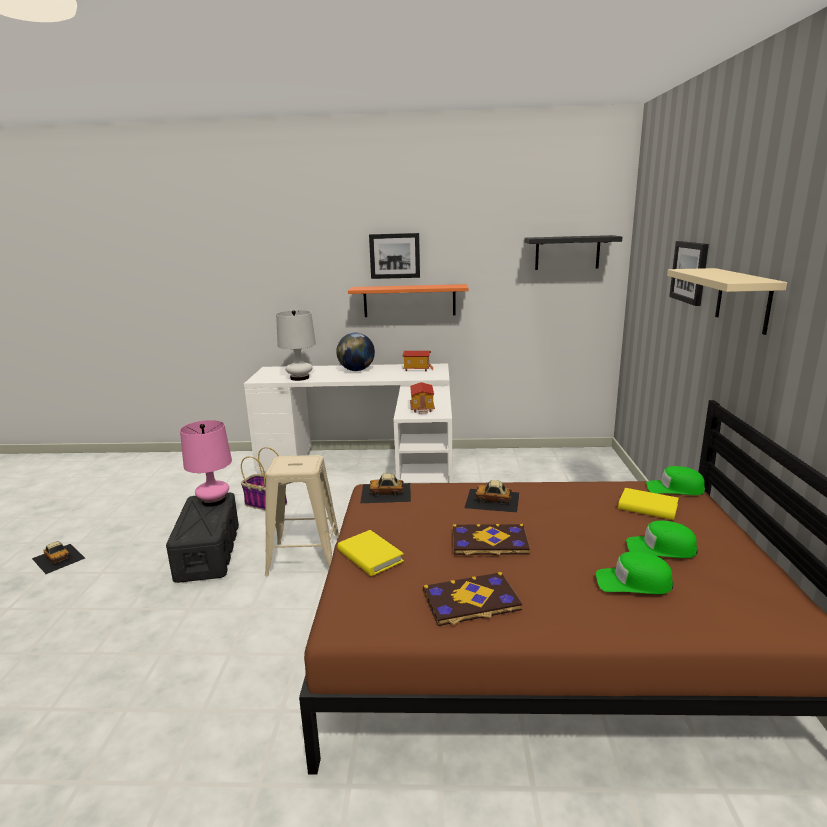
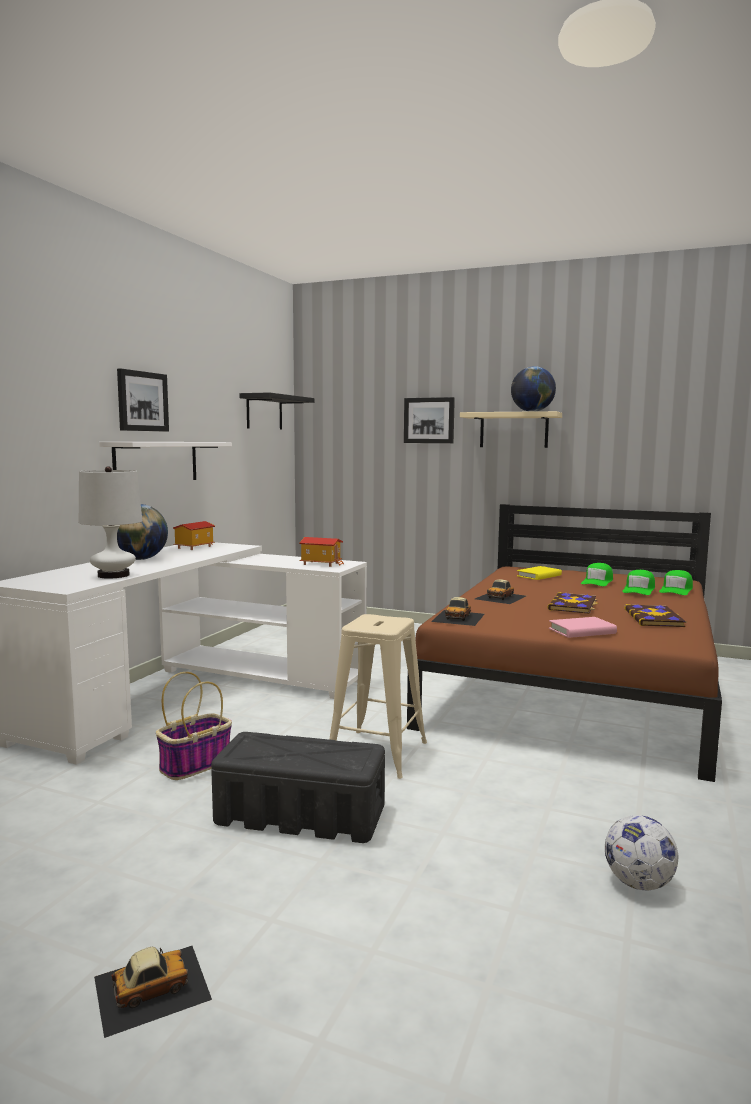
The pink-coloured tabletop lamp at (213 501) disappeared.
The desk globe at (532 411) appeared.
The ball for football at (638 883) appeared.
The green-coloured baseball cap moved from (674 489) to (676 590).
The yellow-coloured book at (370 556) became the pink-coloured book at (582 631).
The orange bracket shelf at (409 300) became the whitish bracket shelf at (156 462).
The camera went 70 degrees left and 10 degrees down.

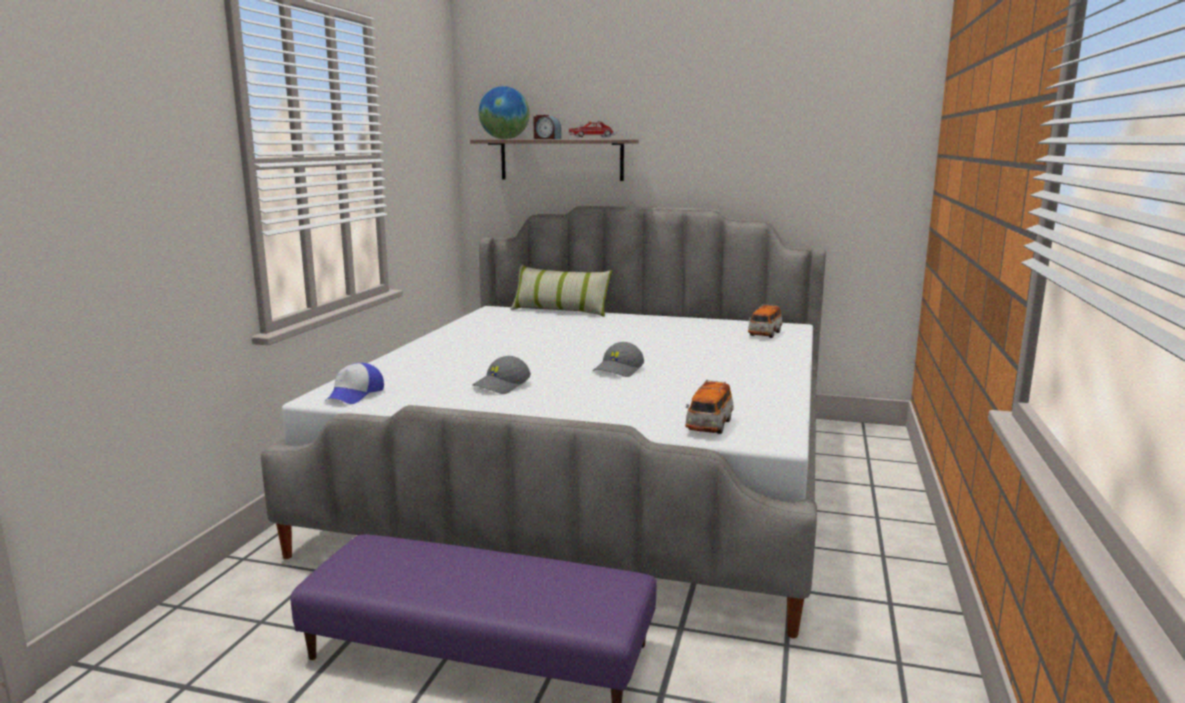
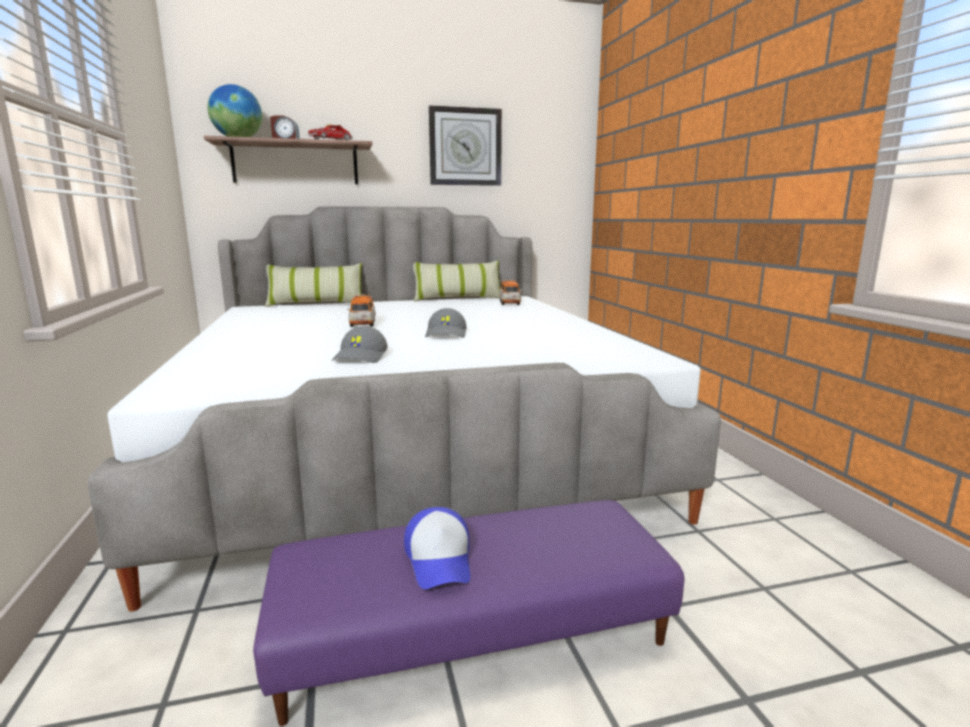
The cushion at (457 299) appeared.
The clock on the wall at (465 147) appeared.
The baseball cap moved from (355 394) to (440 559).
The model car moved from (709 426) to (362 324).
The camera went 30 degrees left and 0 degrees up.

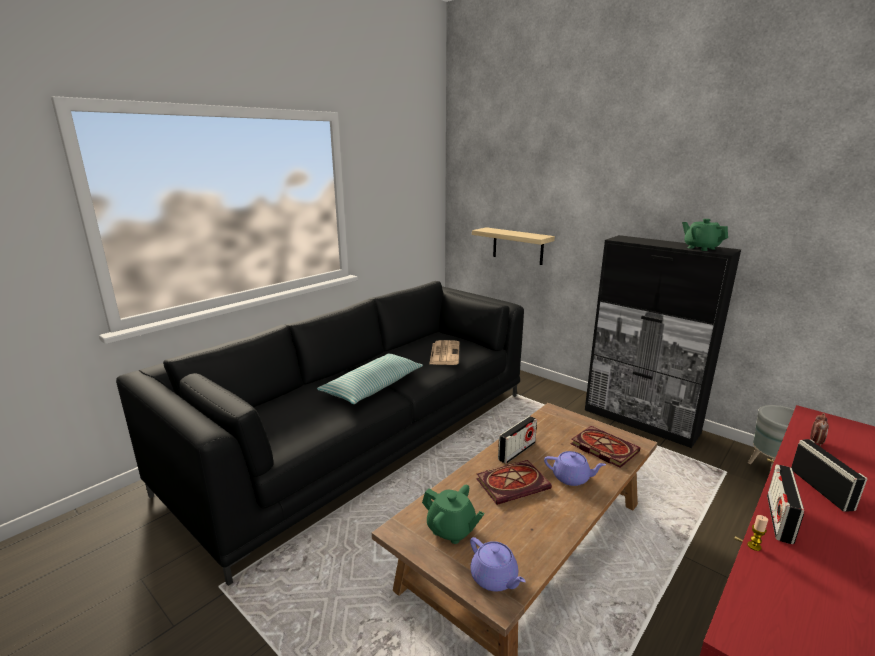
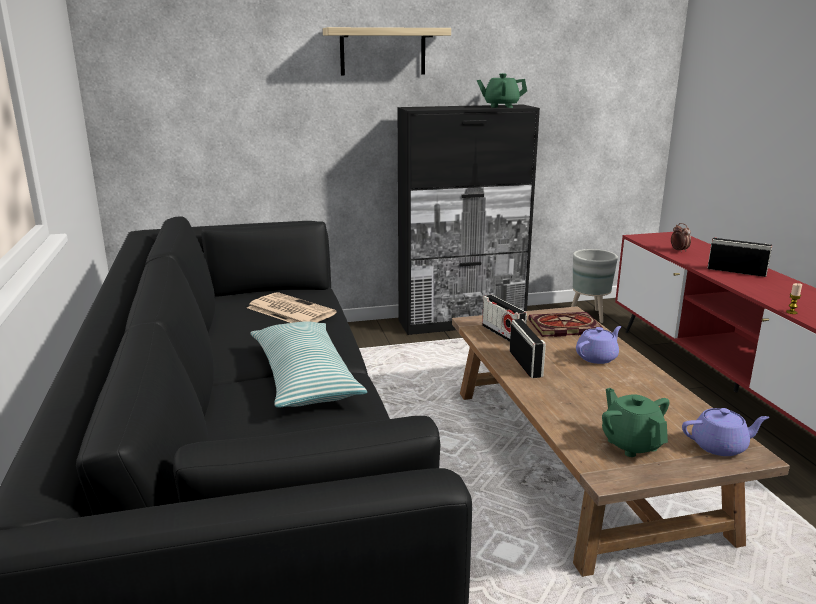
The book at (513 483) disappeared.
The bracket shelf moved from (517 246) to (383 51).
The radio receiver moved from (779 518) to (503 334).
The green-coloured teapot at (451 530) turned 90 degrees counterclockwise.
The camera went 55 degrees left and 0 degrees up.

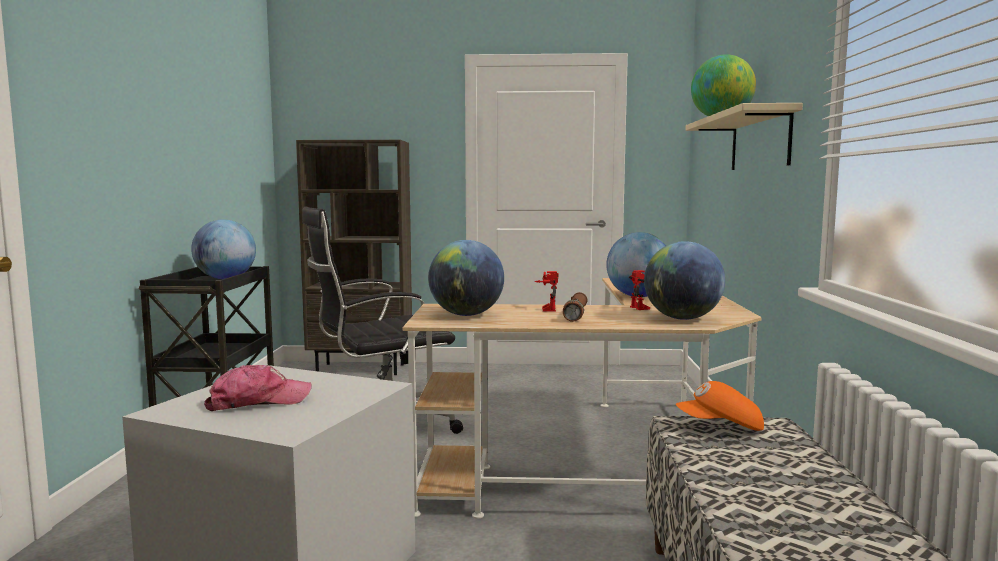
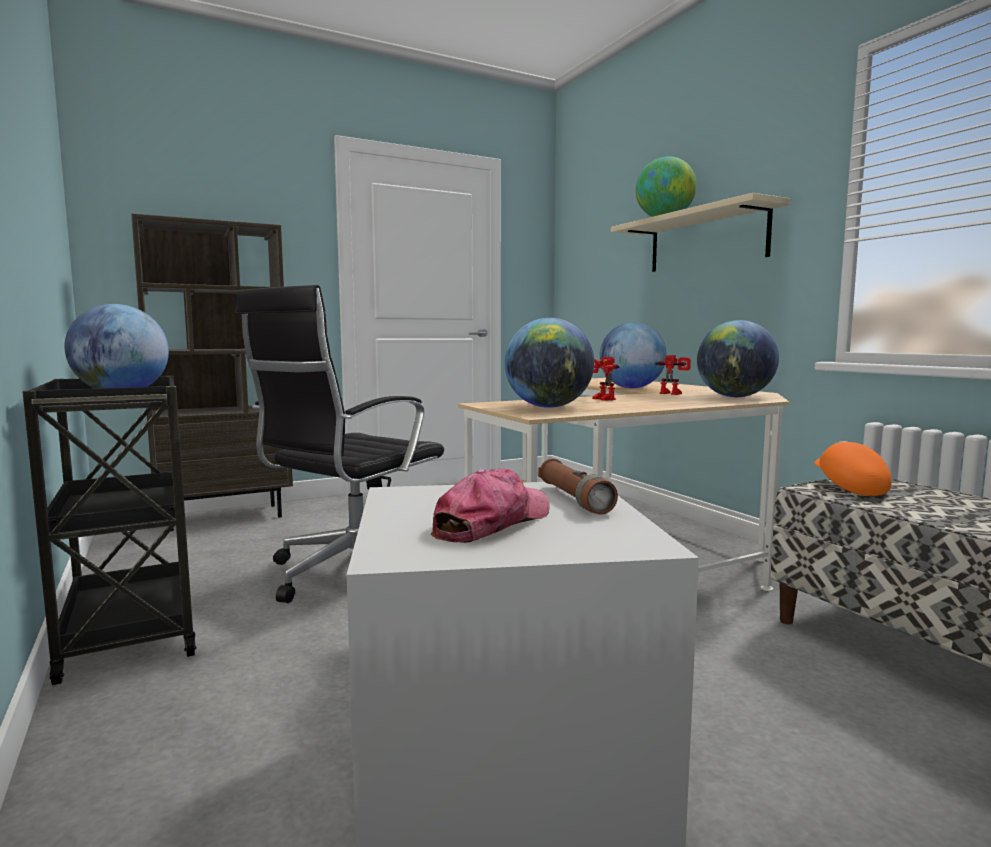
The brownish torch moved from (576 315) to (574 499).
The orange baseball cap at (720 427) turned 120 degrees clockwise.
The camera went 30 degrees left and 0 degrees up.

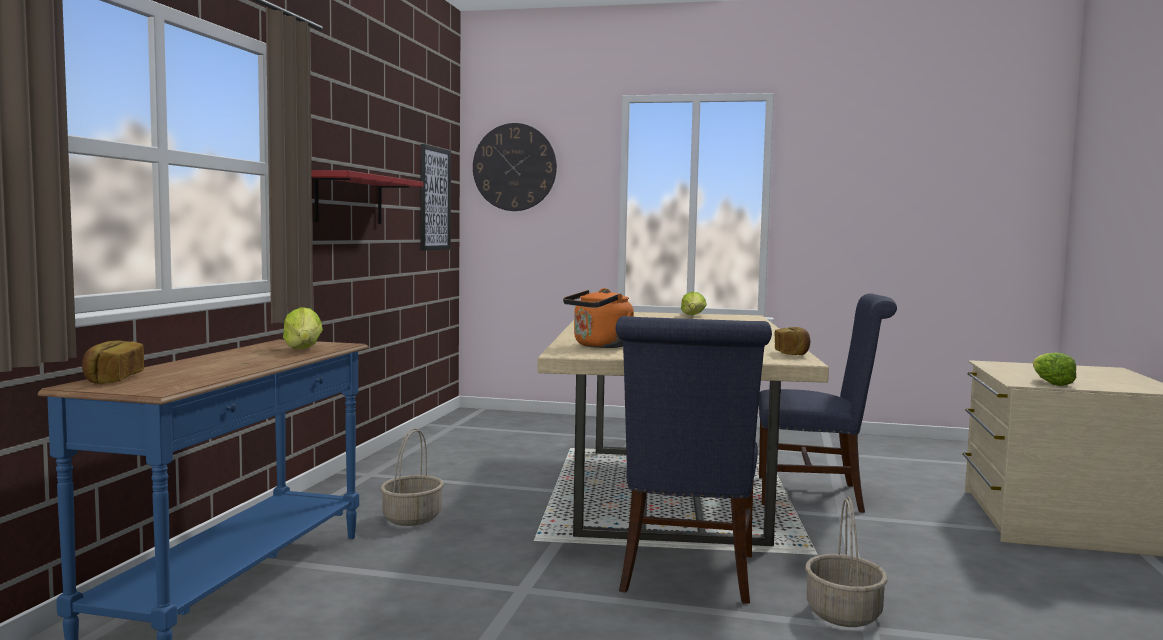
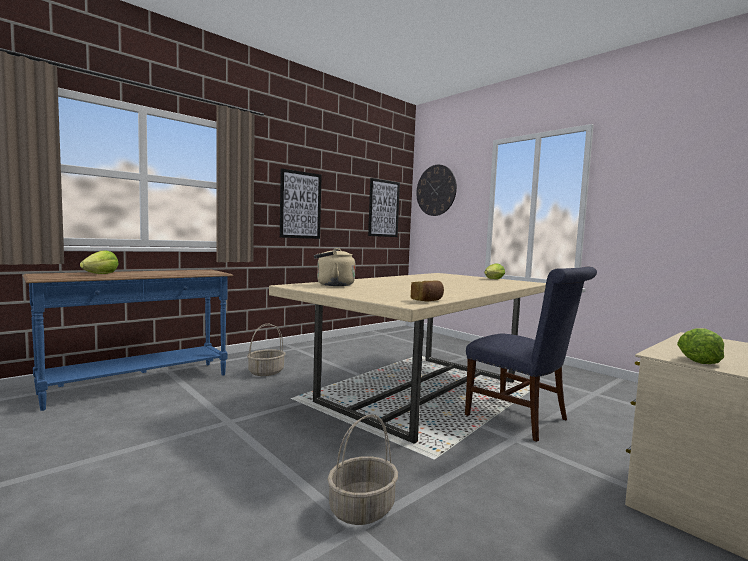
The bread at (112 379) disappeared.
The bluish upright chair at (687 576) disappeared.
The lettuce head moved from (303 349) to (101 274).
The red-coloured bracket shelf at (349 199) was replaced by the picture at (300 205).
The orange tea kettle at (600 346) became the sand-coloured tea kettle at (332 285).
The camera went 35 degrees right and 0 degrees up.

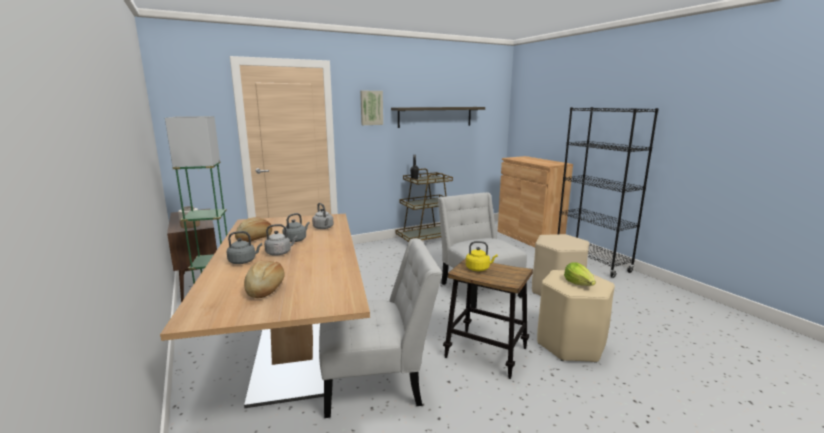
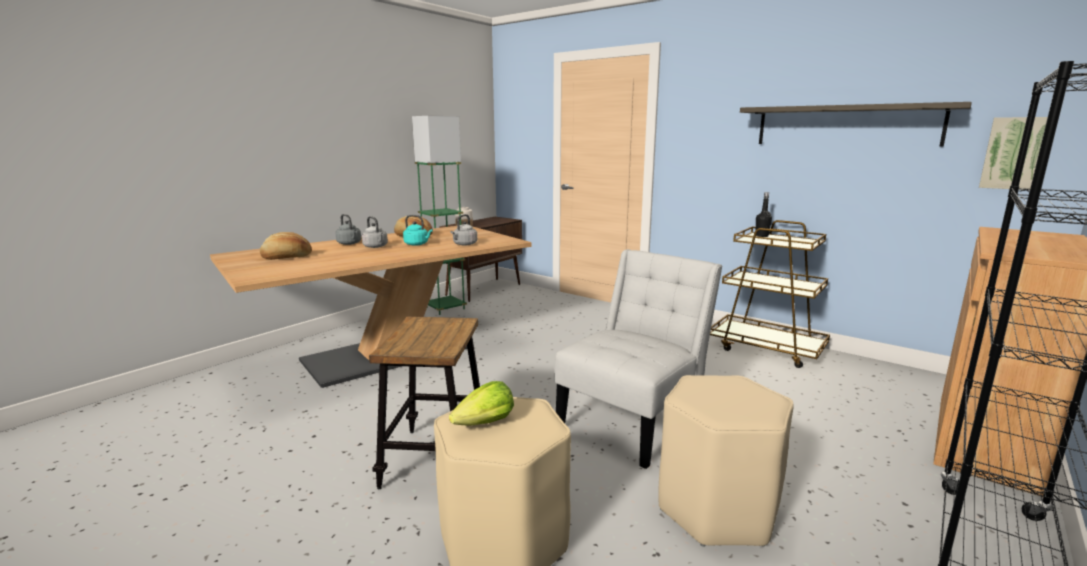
The whitish upright chair at (378 381) disappeared.
The yellow-coloured tea kettle at (479 269) disappeared.
The picture moved from (371 108) to (1016 153).
The gray tea kettle at (296 240) became the blue-green tea kettle at (417 244).
The camera went 65 degrees right and 0 degrees up.

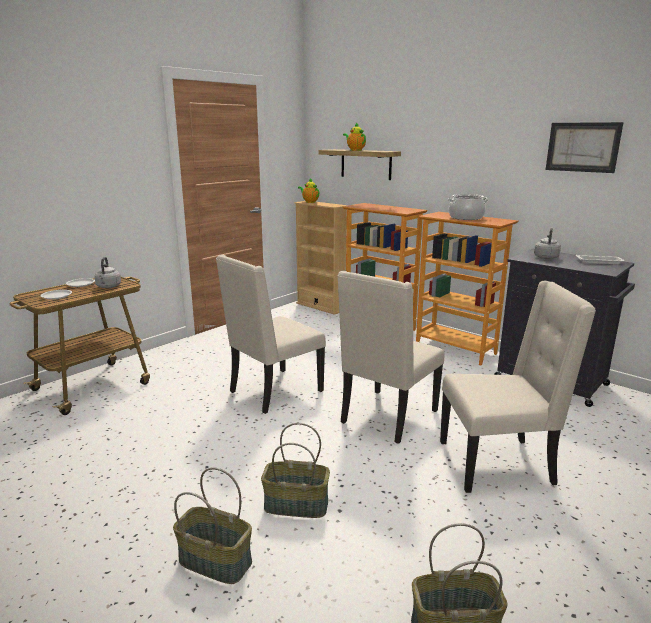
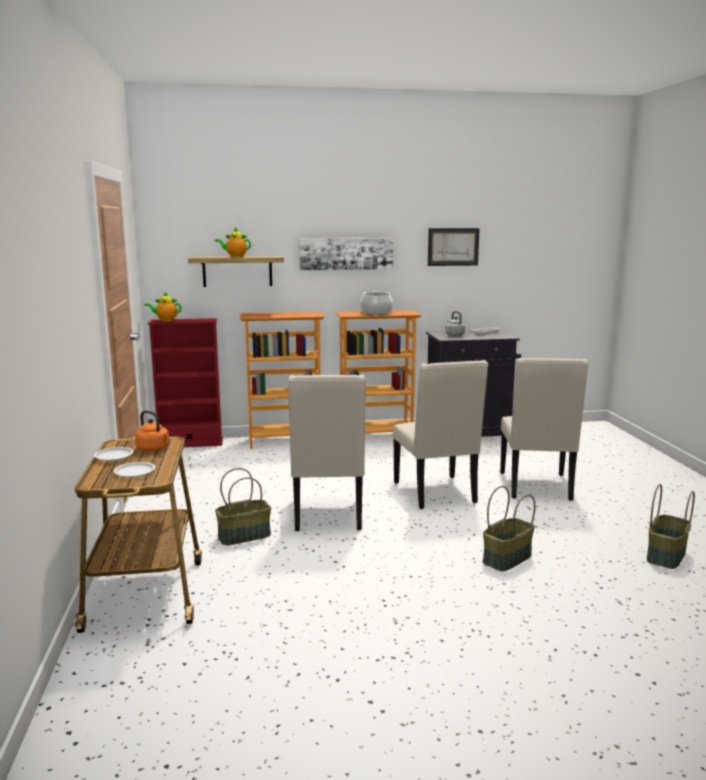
The picture at (346 253) appeared.
The storage basket moved from (216 561) to (244 535).
The gray tea kettle at (108 287) became the orange tea kettle at (154 449).
The sand-coloured shelving unit at (320 306) became the red-coloured shelving unit at (190 443).
The sand-coloured upright chair at (498 463) turned 150 degrees clockwise.
The camera went 50 degrees left and 5 degrees down.

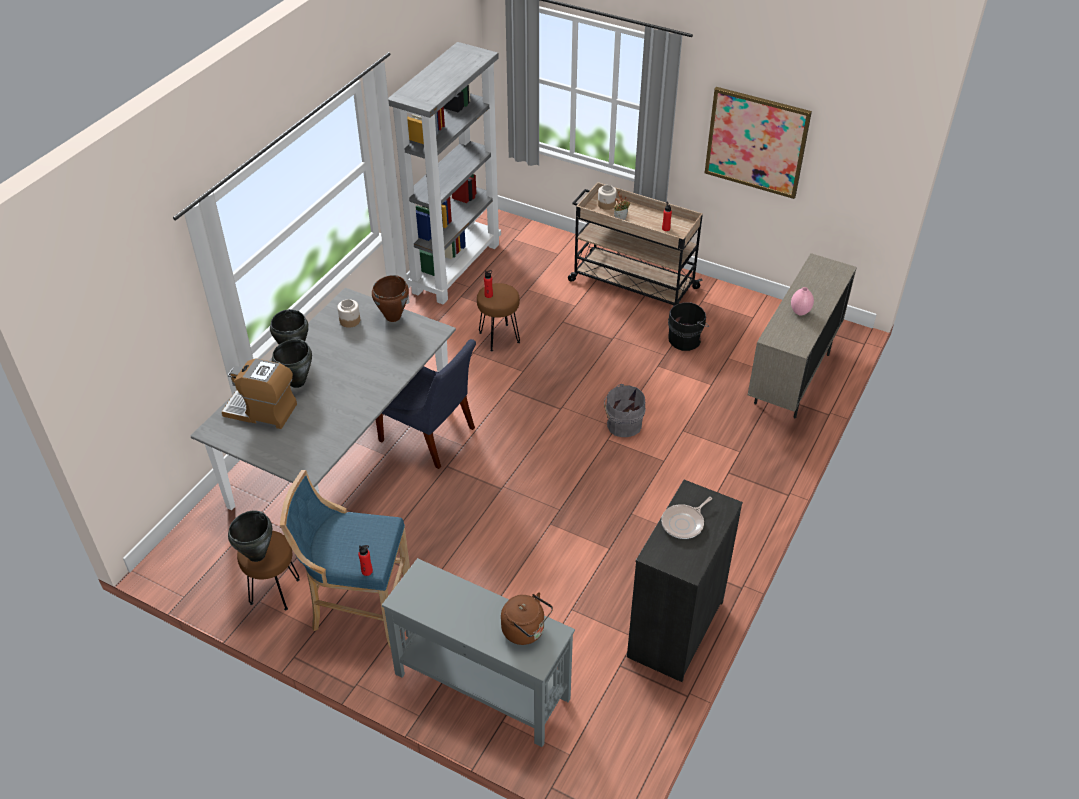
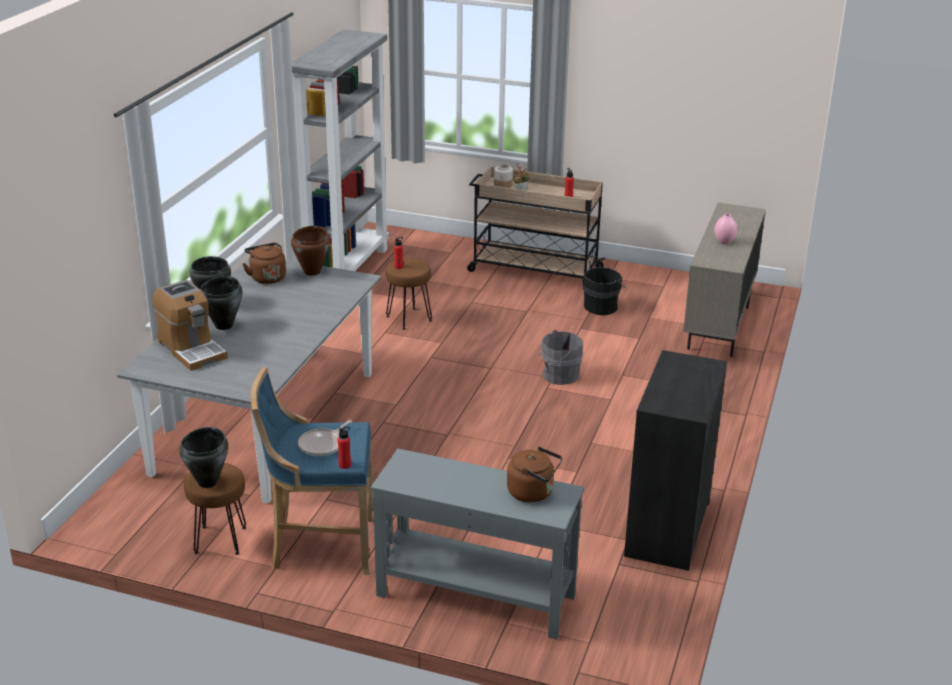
The bluish upright chair at (430 436) disappeared.
The picture at (756 142) disappeared.
The skillet moved from (684 523) to (323 445).
The storage jar at (350 320) was replaced by the brownish tea kettle at (267 277).
The coffee brewer at (262 410) turned 135 degrees counterclockwise.
The camera went 10 degrees left and 15 degrees down.

